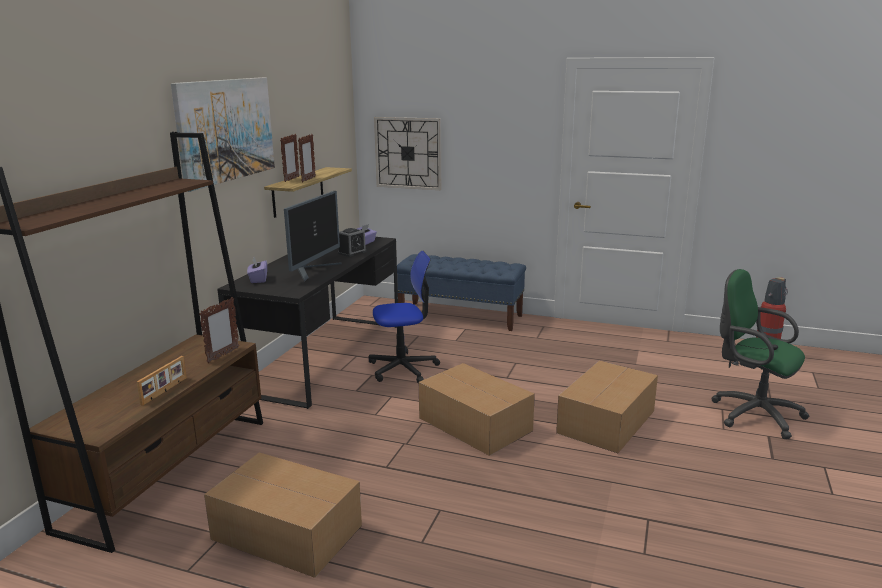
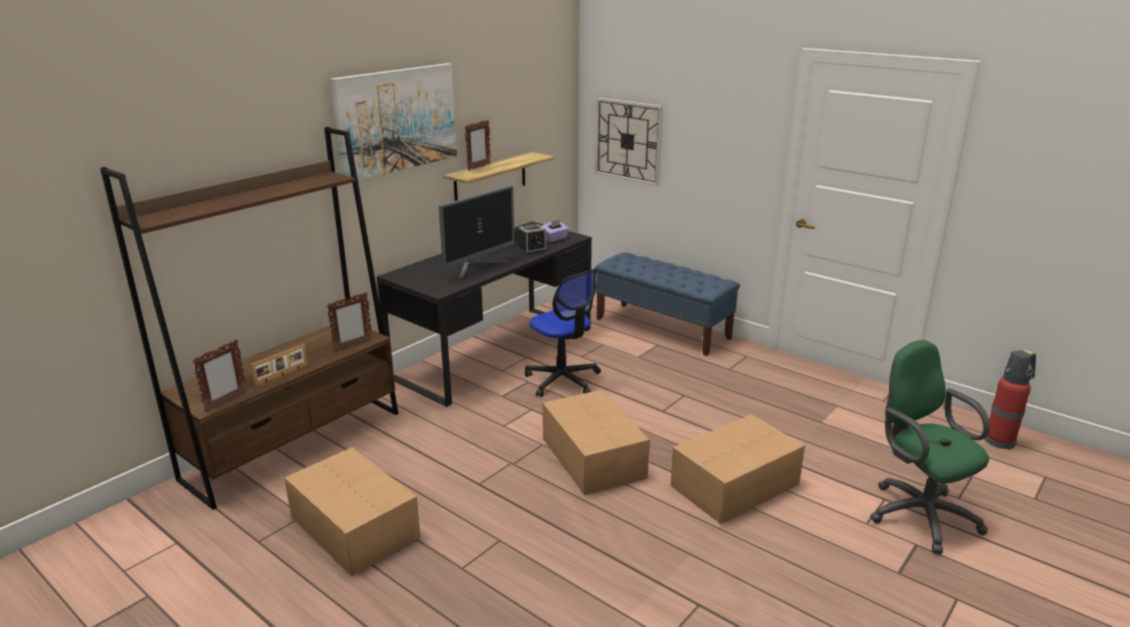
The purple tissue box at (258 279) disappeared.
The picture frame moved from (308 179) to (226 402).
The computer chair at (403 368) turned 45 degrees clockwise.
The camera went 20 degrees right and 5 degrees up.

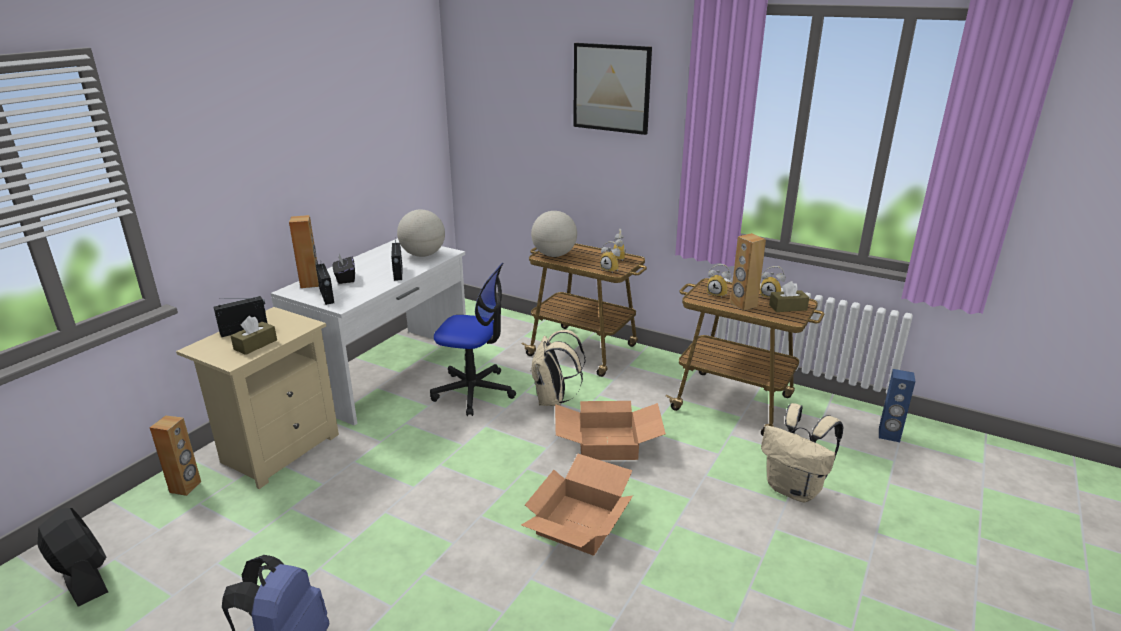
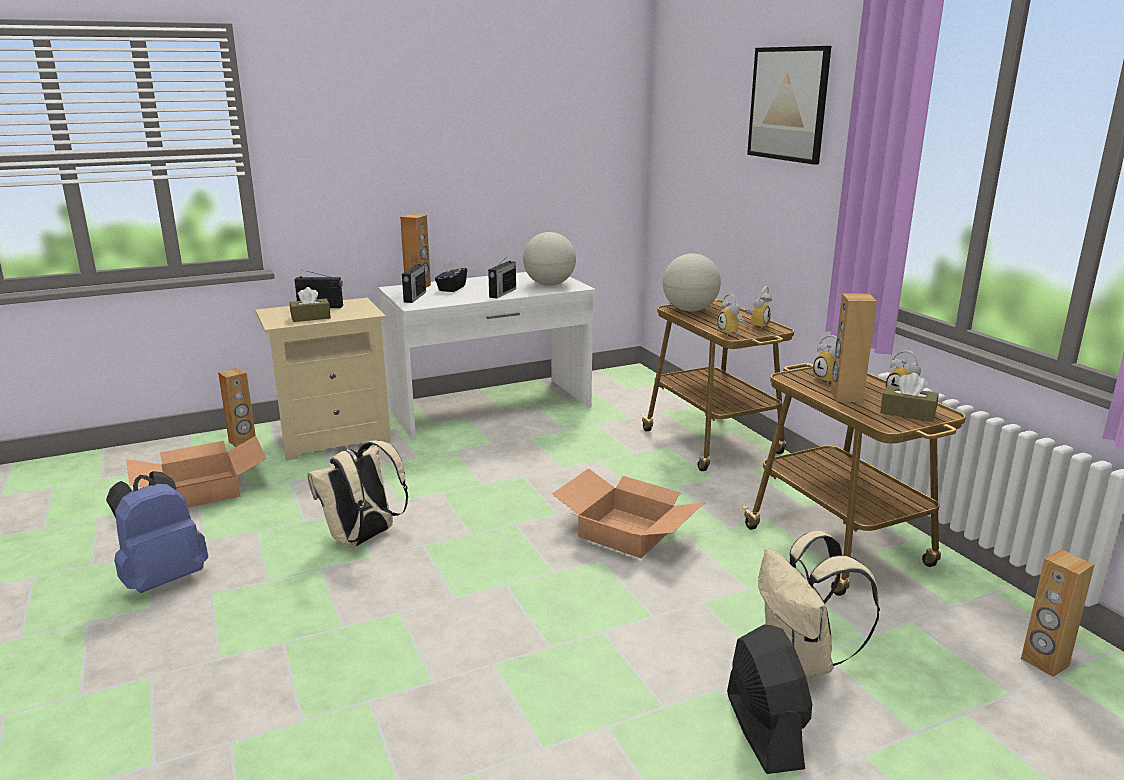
The computer chair at (474 391) disappeared.
The blackish fan moved from (83 577) to (763 729).
The cardboard box moved from (579 525) to (200 491).
The sand-coloured knapsack moved from (554 400) to (363 539).
The bluish loudspeaker at (889 435) became the brownish loudspeaker at (1044 662).
The camera went 35 degrees right and 5 degrees down.

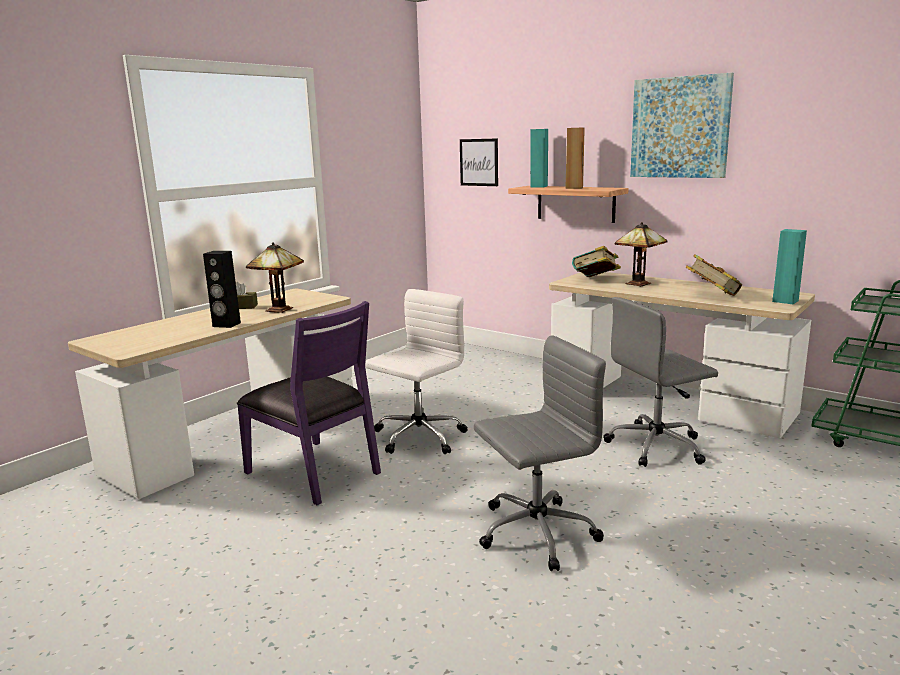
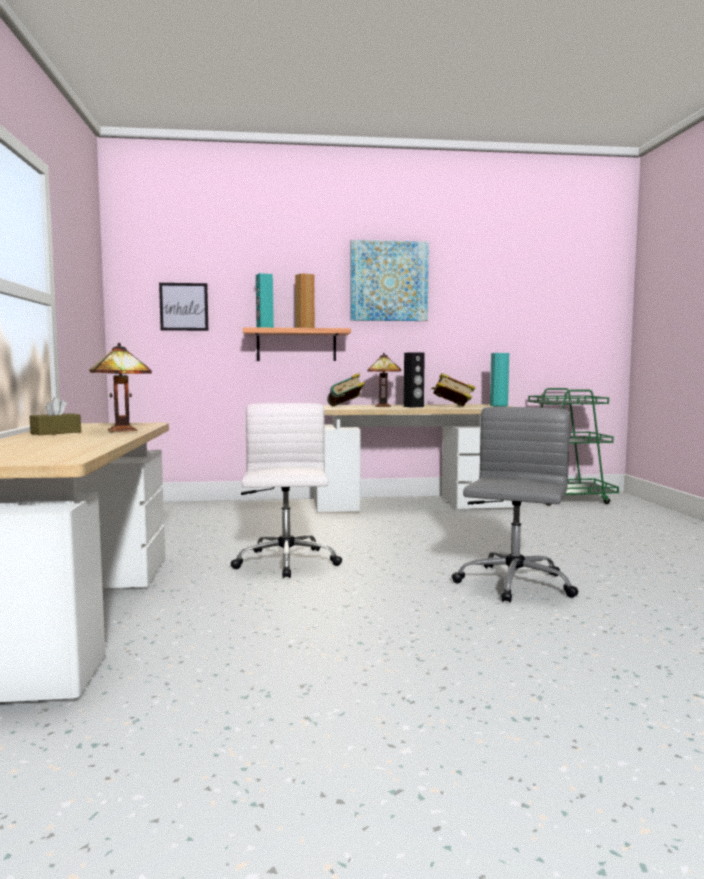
The purple upright chair at (315 472) disappeared.
The gray computer chair at (657 446) disappeared.
The blackish loudspeaker moved from (226 325) to (413 406).
The camera went 45 degrees left and 10 degrees down.

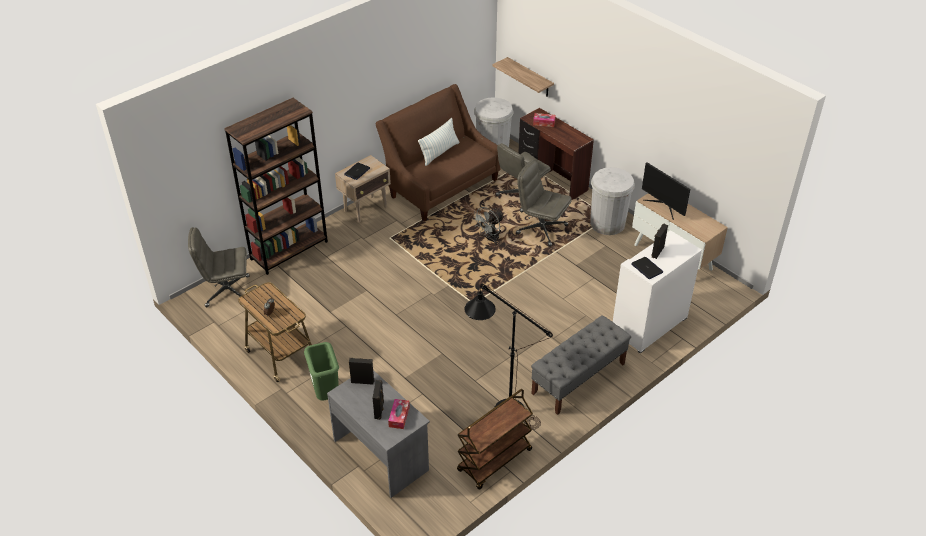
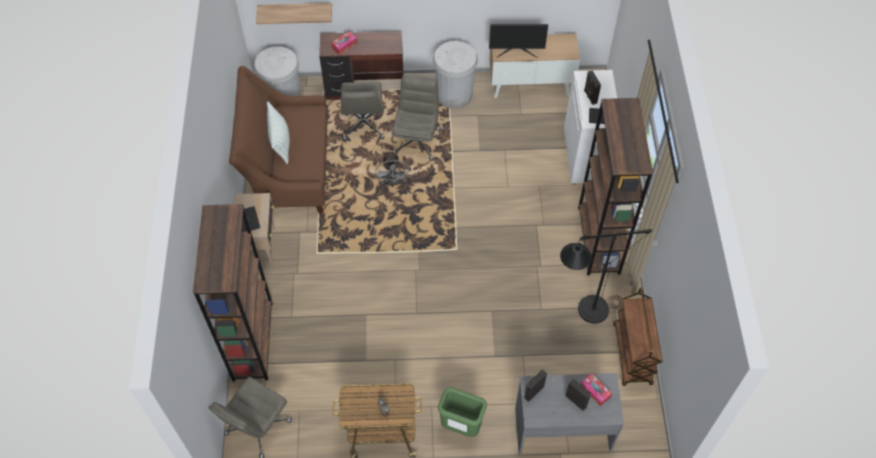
The gray indoor bench at (578 379) was replaced by the brownish shelving unit at (598 240).
The gray computer chair at (541 229) turned 120 degrees clockwise.
The camera went 50 degrees left and 15 degrees up.

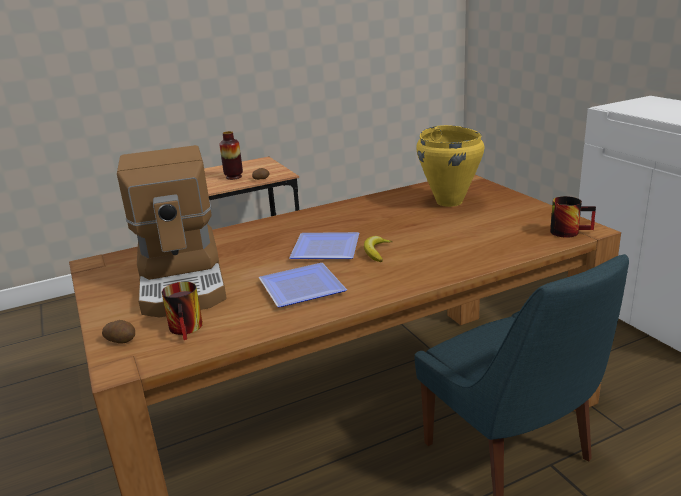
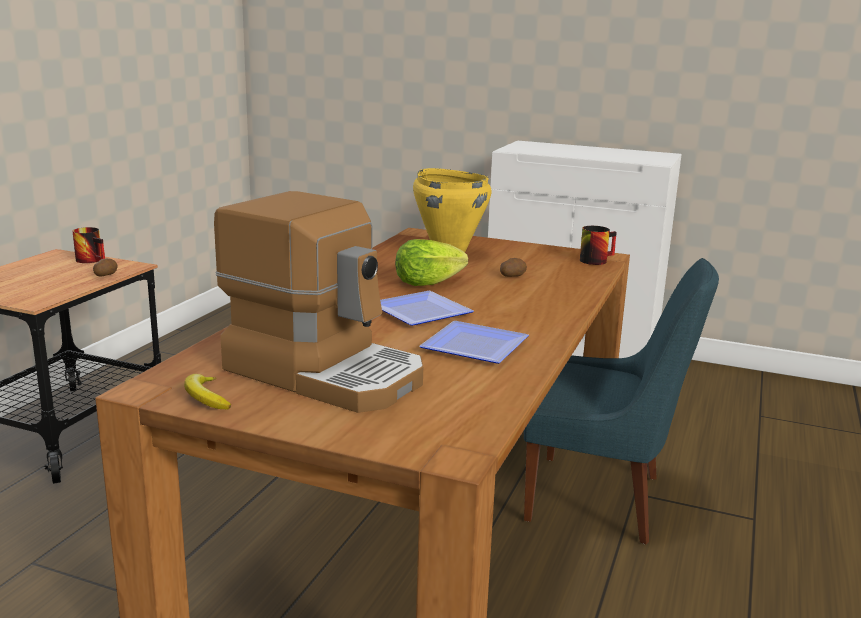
The vase at (234 177) disappeared.
The lettuce head at (427 283) appeared.
The spud moved from (121 340) to (512 276).
The mug moved from (189 328) to (94 260).
The banana fruit moved from (376 252) to (206 398).
The camera went 45 degrees left and 5 degrees down.

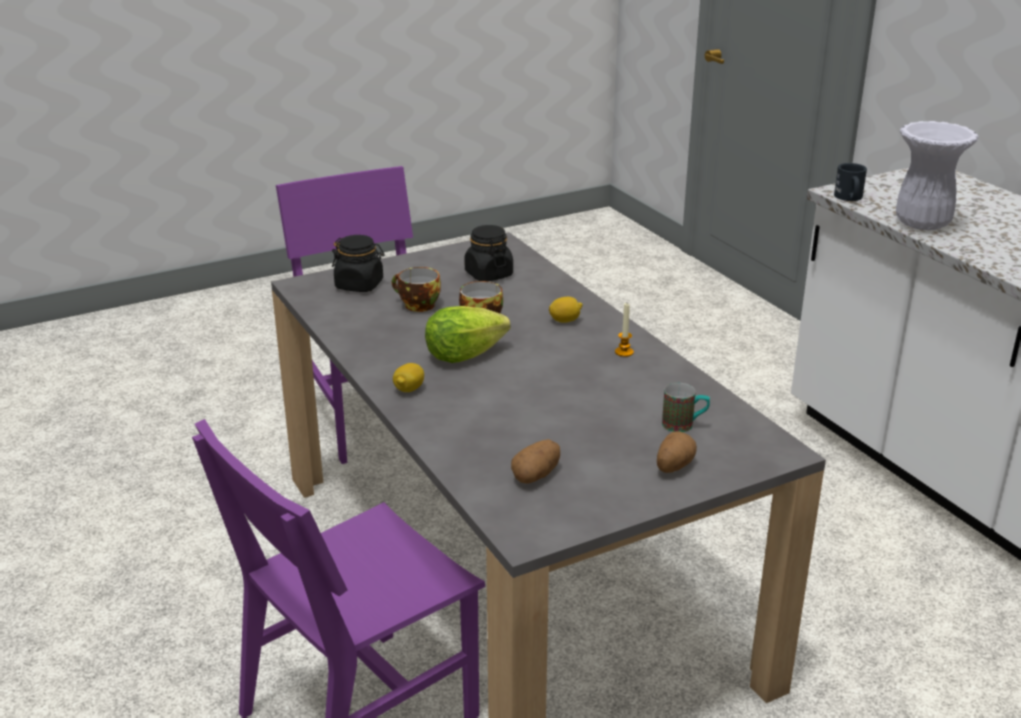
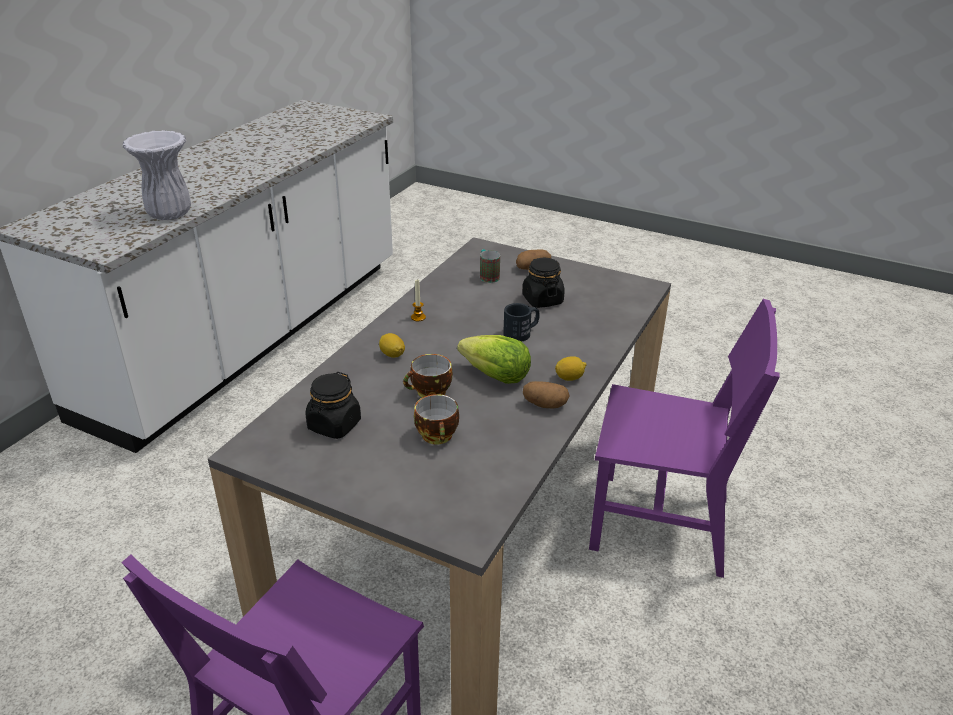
The blackish storage jar moved from (359 285) to (542 300).
The spud moved from (536 475) to (545 405).
The blackish mug moved from (849 198) to (521 333).
The camera went 125 degrees left and 5 degrees up.

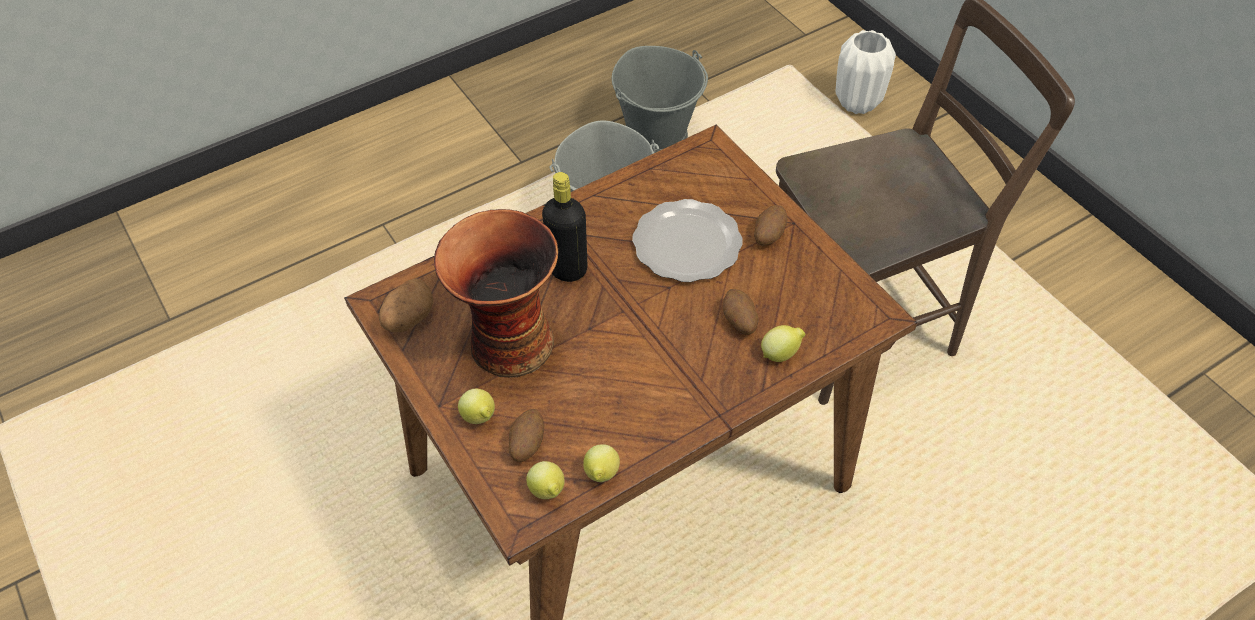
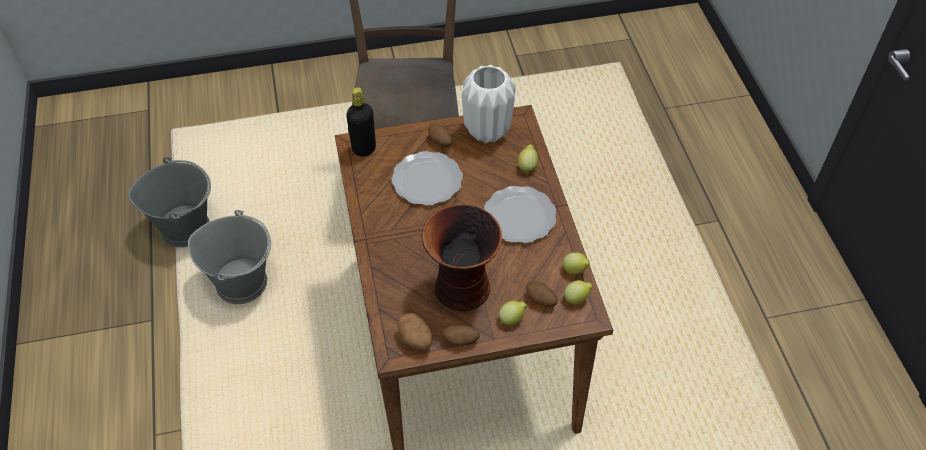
The plate at (520 216) appeared.
The blackish drink bottle moved from (568 269) to (364 149).
The spud moved from (739 322) to (461 341).
The whitish vase moved from (857 103) to (486 131).
The camera went 70 degrees left and 0 degrees up.

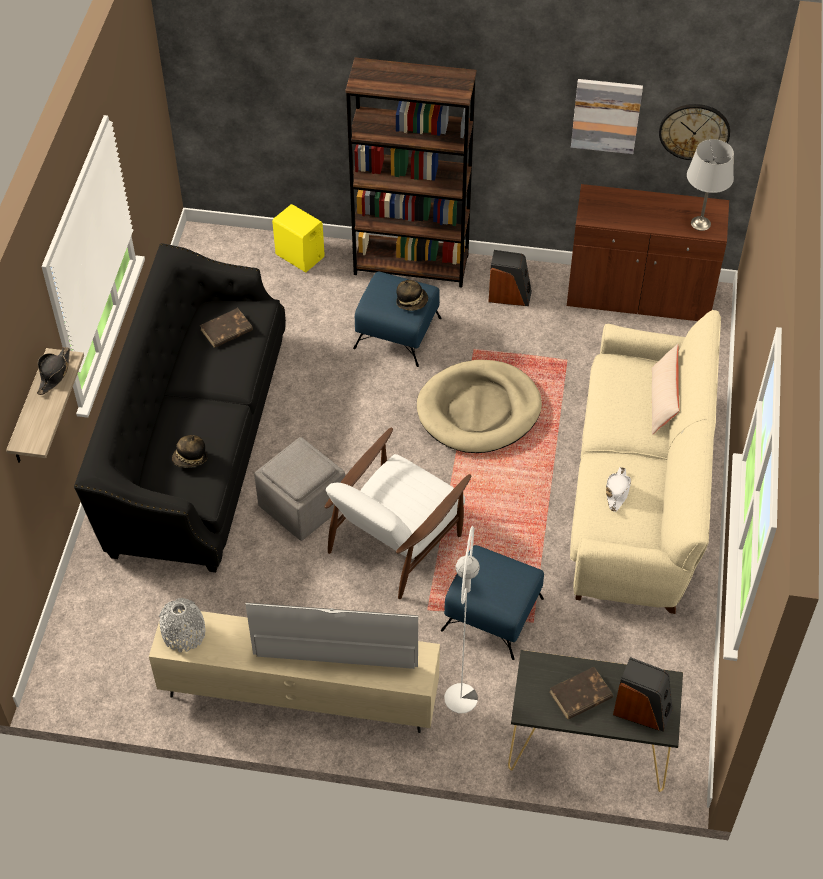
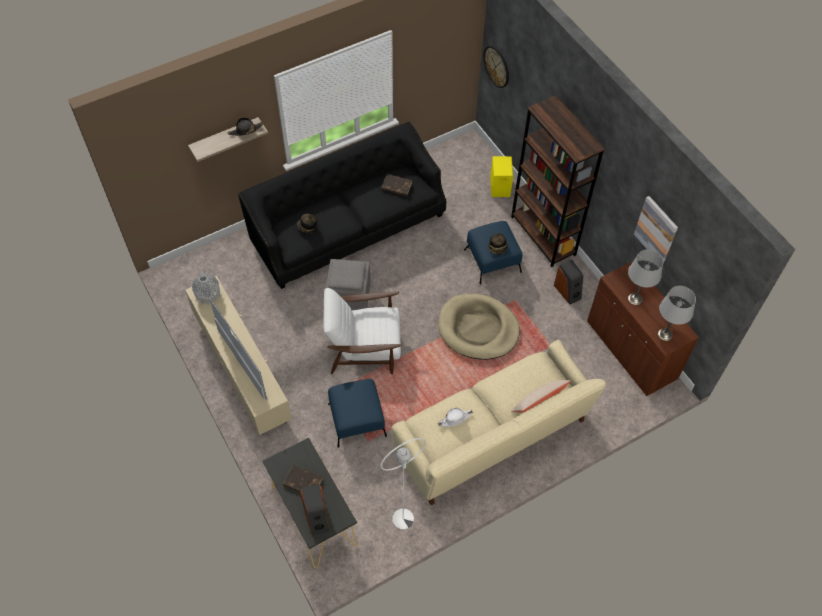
The gray tabletop lamp at (635 299) appeared.
The whitish standard lamp moved from (461 698) to (403 519).
The clock on the wall moved from (694 131) to (497 66).
The camera went 50 degrees right and 5 degrees up.

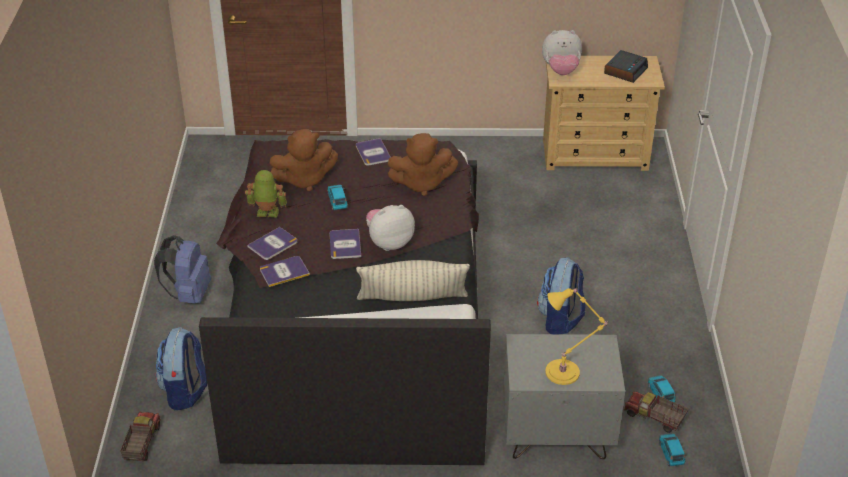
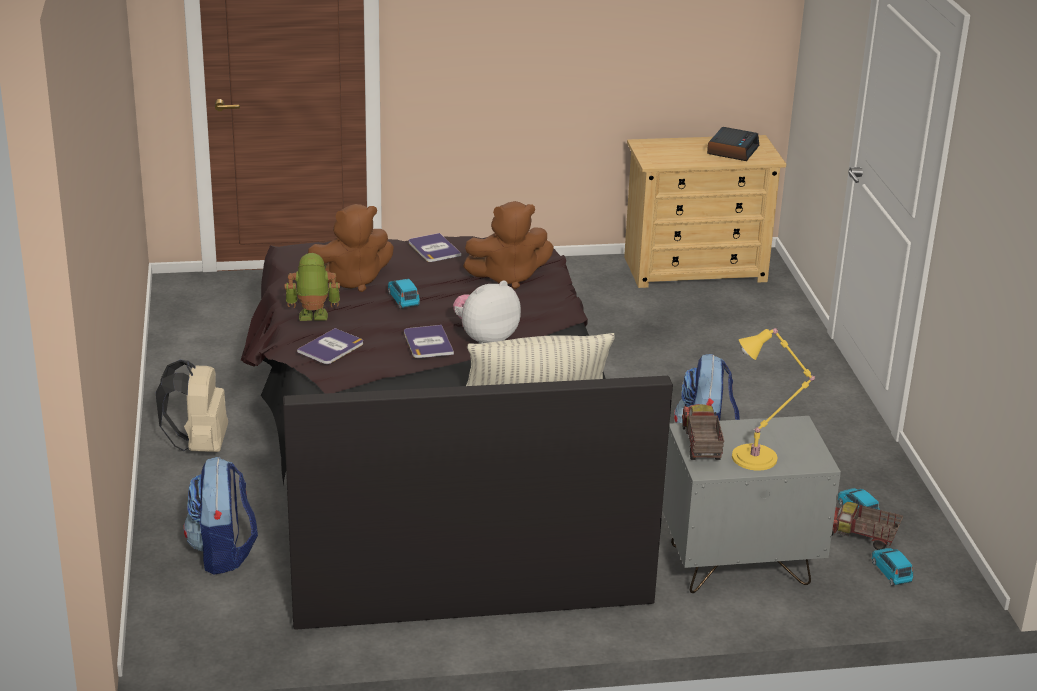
The book at (284 272) disappeared.
The cuddly toy at (561 71) disappeared.
The toy lorry moved from (141 444) to (700 444).
The bluish knapsack at (189 294) became the sand-coloured knapsack at (199 445).
The camera went 10 degrees left and 10 degrees down.

